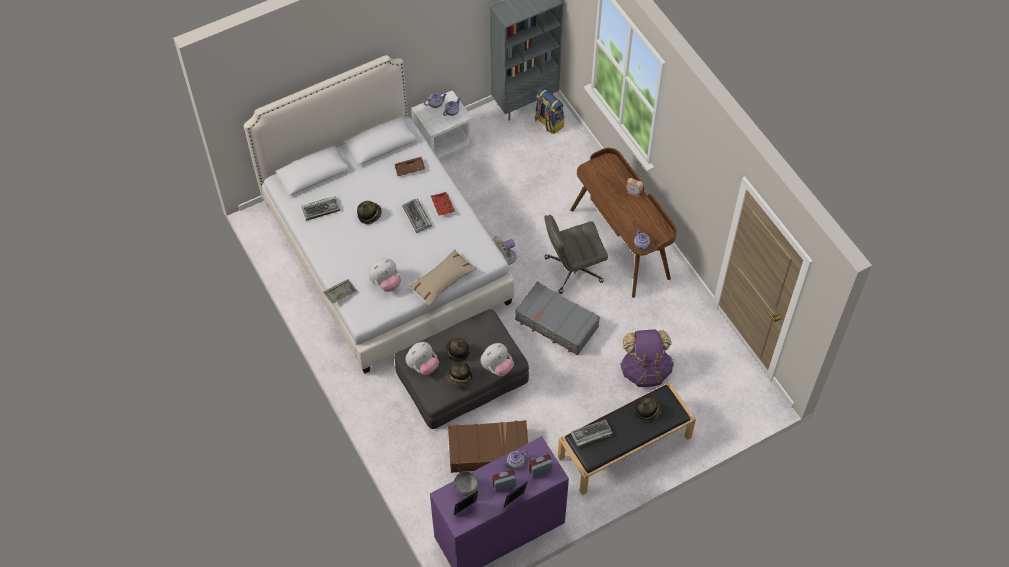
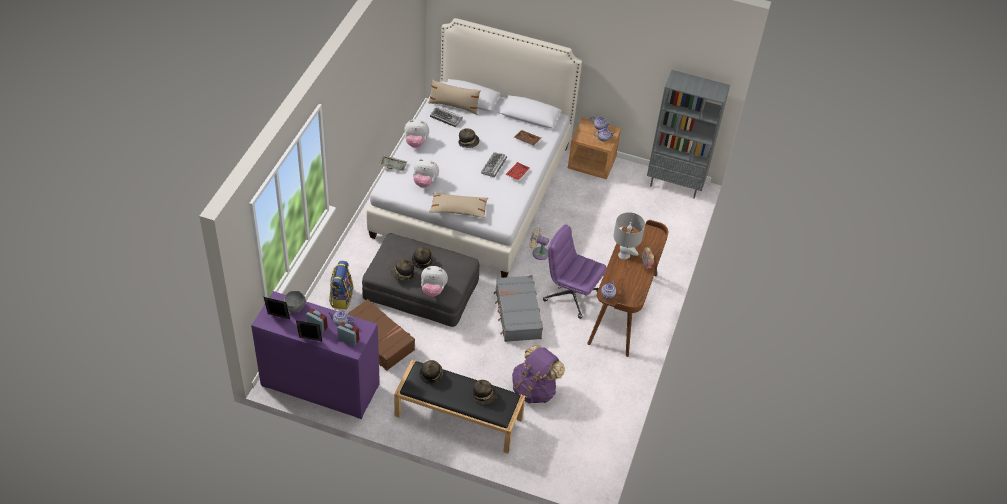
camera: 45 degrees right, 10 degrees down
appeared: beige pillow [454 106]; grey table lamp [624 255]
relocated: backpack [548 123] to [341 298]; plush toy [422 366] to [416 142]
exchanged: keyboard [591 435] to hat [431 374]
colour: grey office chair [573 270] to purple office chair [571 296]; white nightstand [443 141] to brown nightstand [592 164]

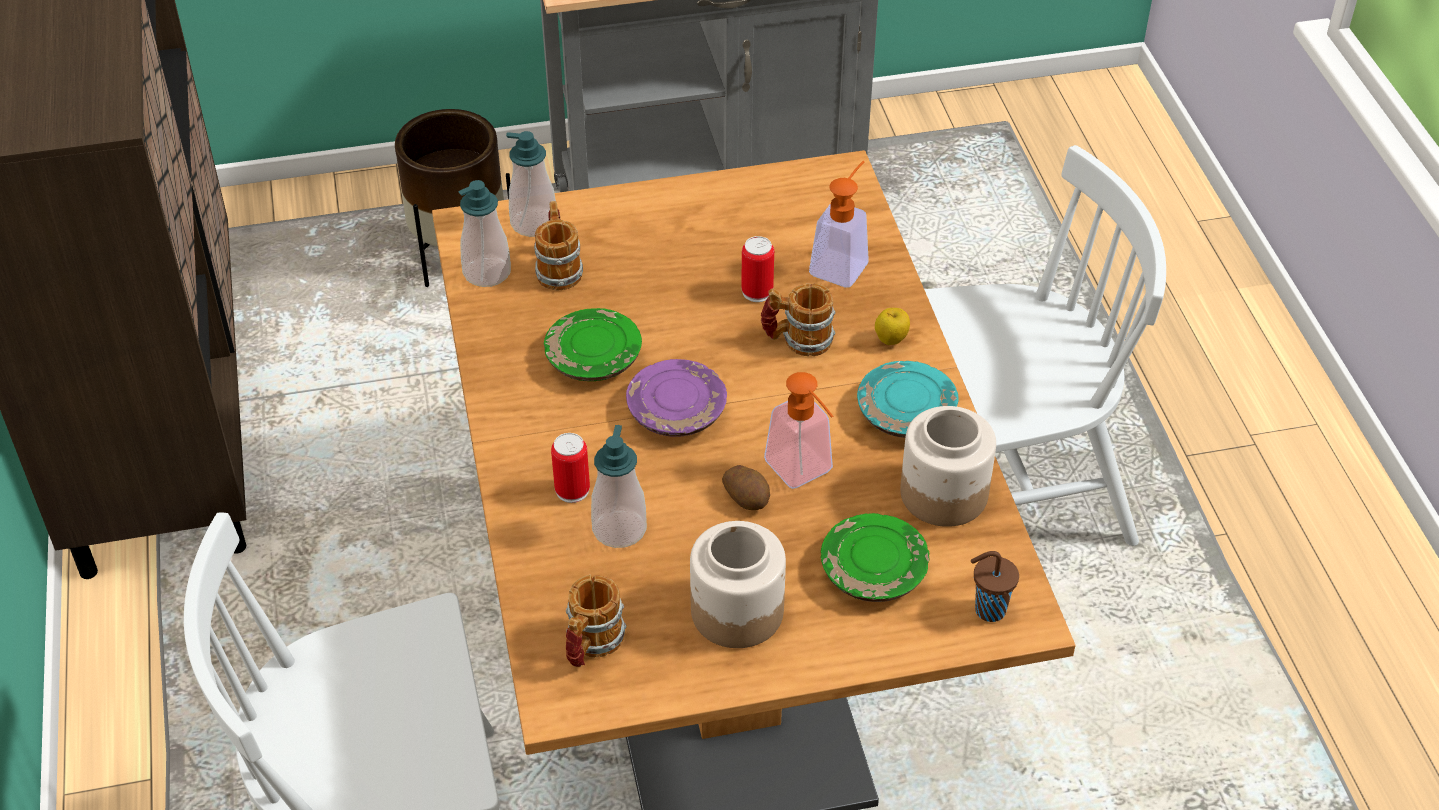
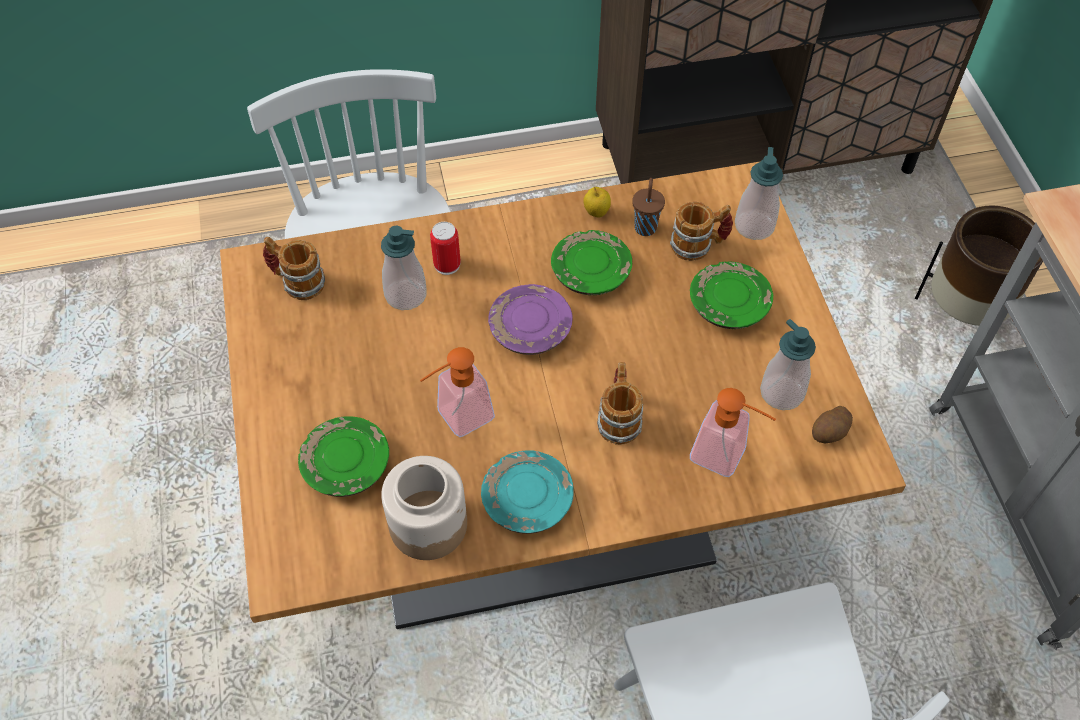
camera: 90 degrees right, 10 degrees up
missing: jar [736 610]; can [757 292]
appeared: green plate [728 305]
relocated: apple [891 341] to [596 213]; brown cup [988 610] to [645 227]; soap dispenser [487 272] to [782 393]; potato [747 497] to [830 432]

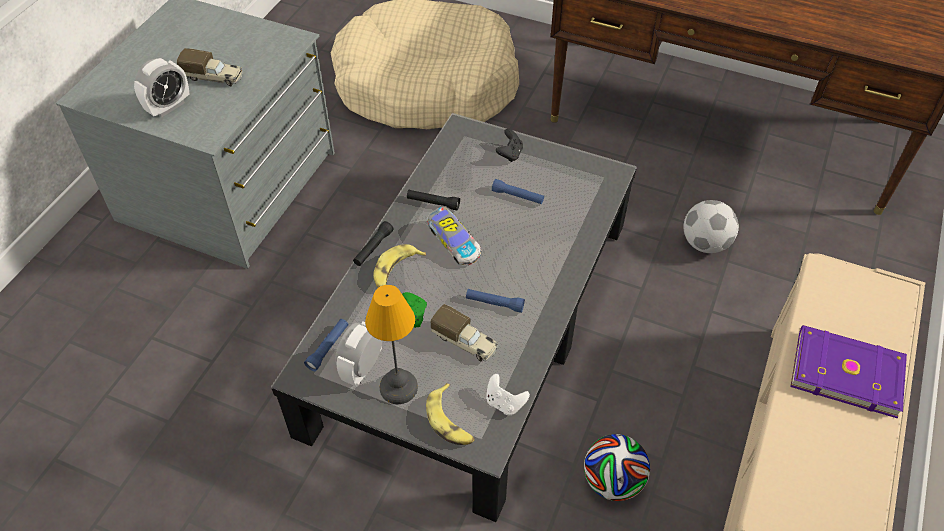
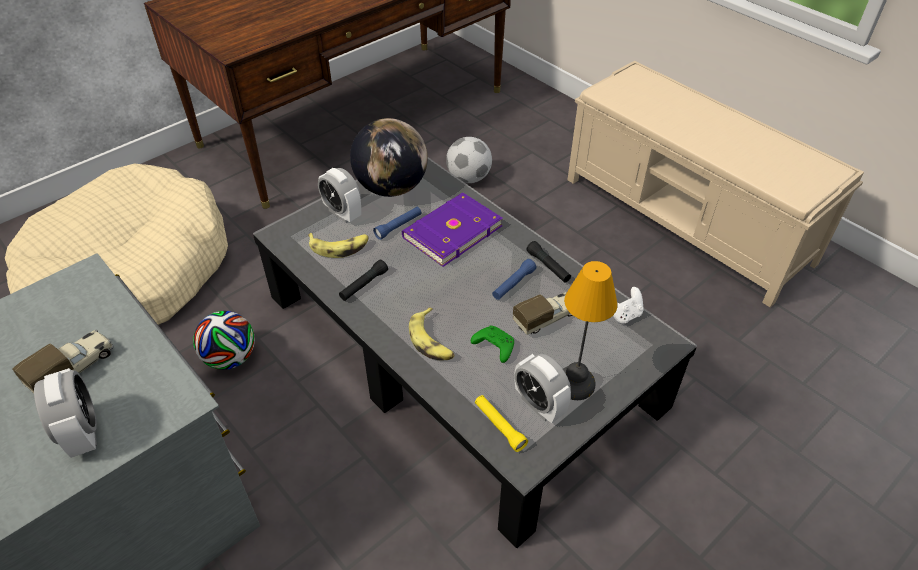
camera: 65 degrees left, 5 degrees down
missing: toy car [453 243]
appeared: globe [391 188]
relocated: football [612 481] to [230 358]; banana [450 421] to [339 247]; purple book [845 371] to [451 231]; black flashlight [373 248] to [548 267]
exchanged: black game controller [510 154] to alarm clock [342 213]
colour: blue flashlight [328 348] to yellow flashlight [499 426]

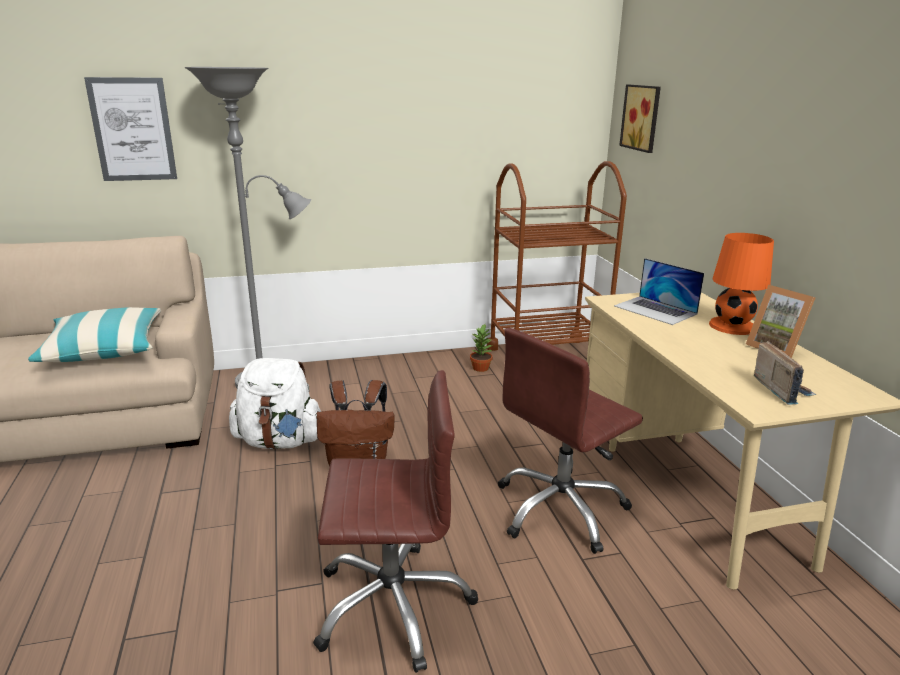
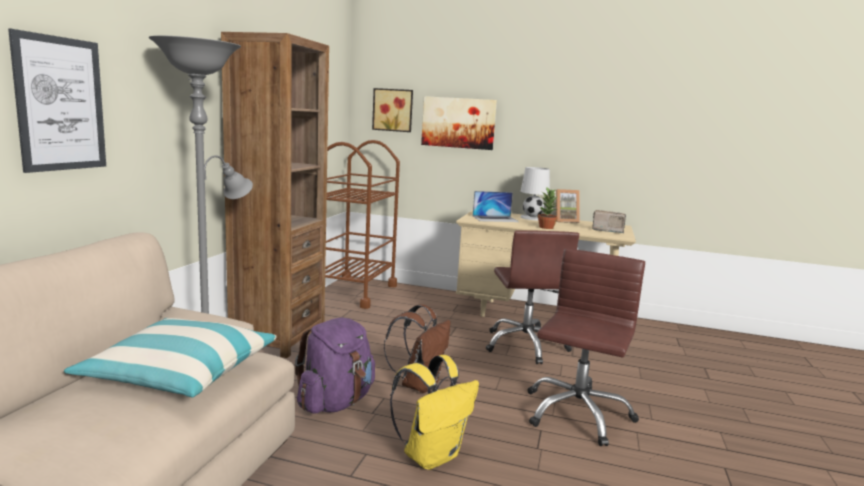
camera: 60 degrees left, 10 degrees down
appeared: brown bookcase [278 338]; yellow backpack [432 455]; picture [458 123]
relocated: potted plant [481 368] to [546 227]
colour: white backpack [279 441] to purple backpack [336 402]; orange table lamp [732 326] to white table lamp [532 218]

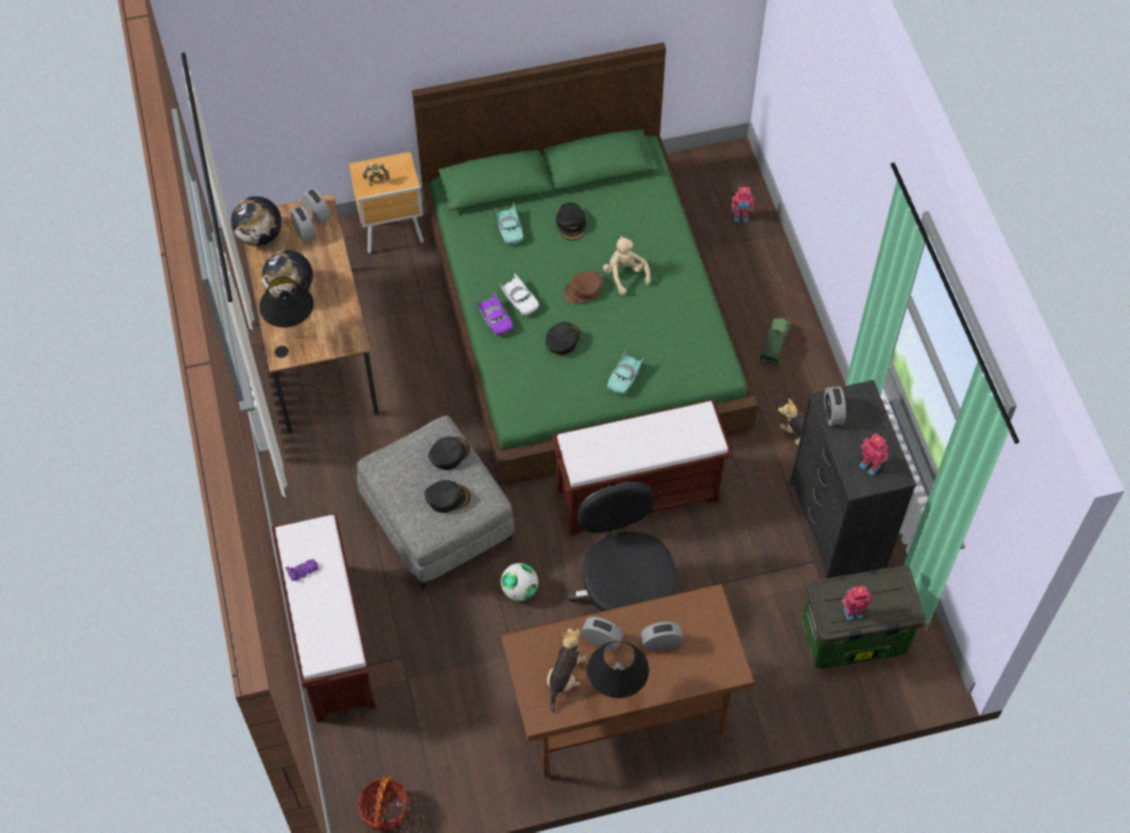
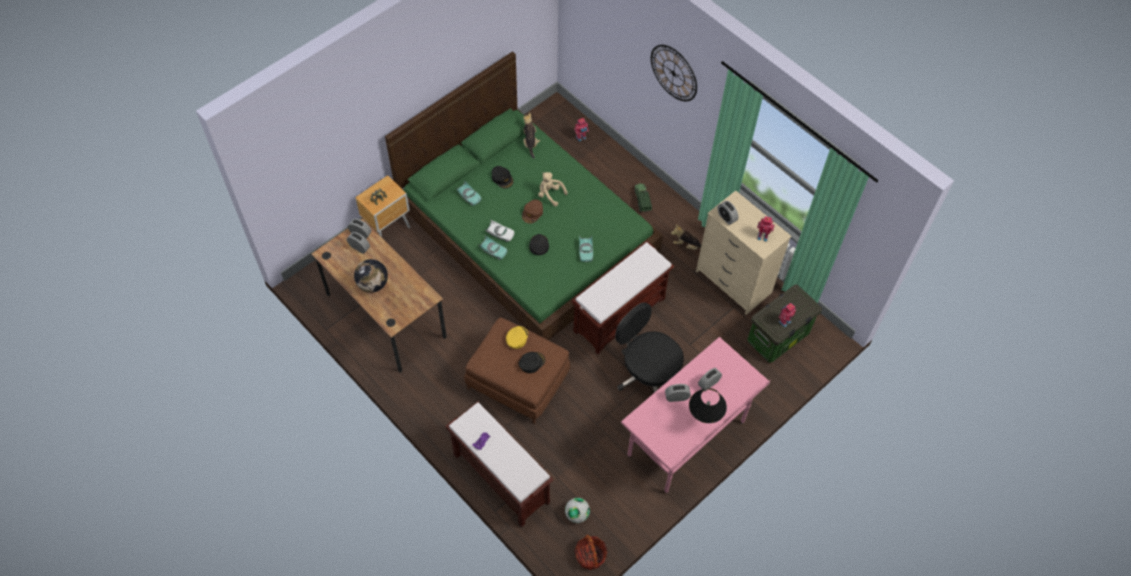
camera: 30 degrees left, 0 degrees up
missing: globe [259 236]; black table lamp [293 337]
appeared: wall clock [673 73]
relocated: plush toy [565 677] to [530 142]; football [519 590] to [577 514]
colour: grey ottoman [436 518] to brown ottoman [516 380]; purple toy car [495 319] to turquoise toy car [493 250]; black cap [449 454] to yellow cap [516 338]; brown desk [622 717] to pink desk [686 439]; black dresser [836 525] to beige dresser [733 282]

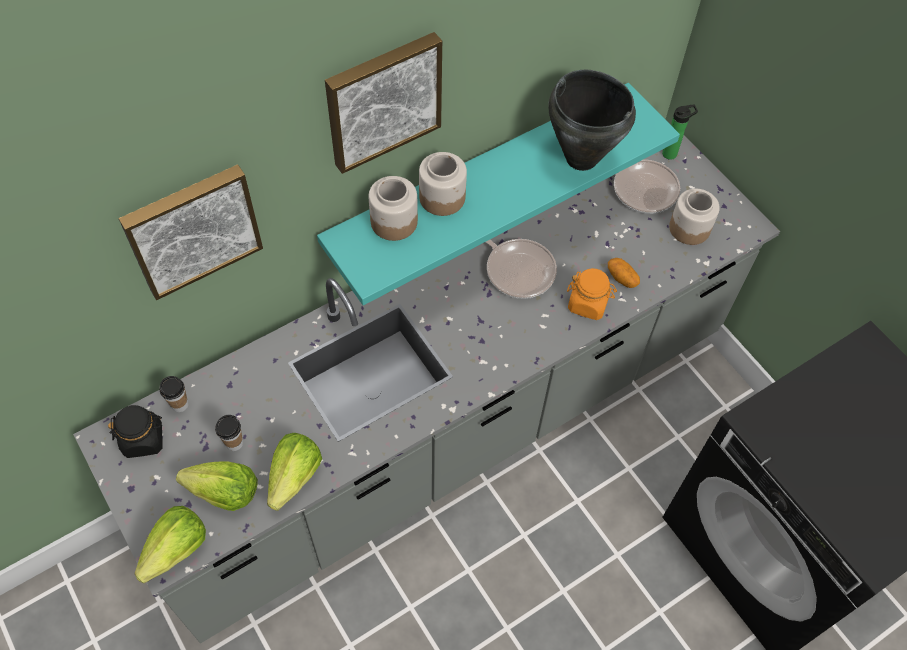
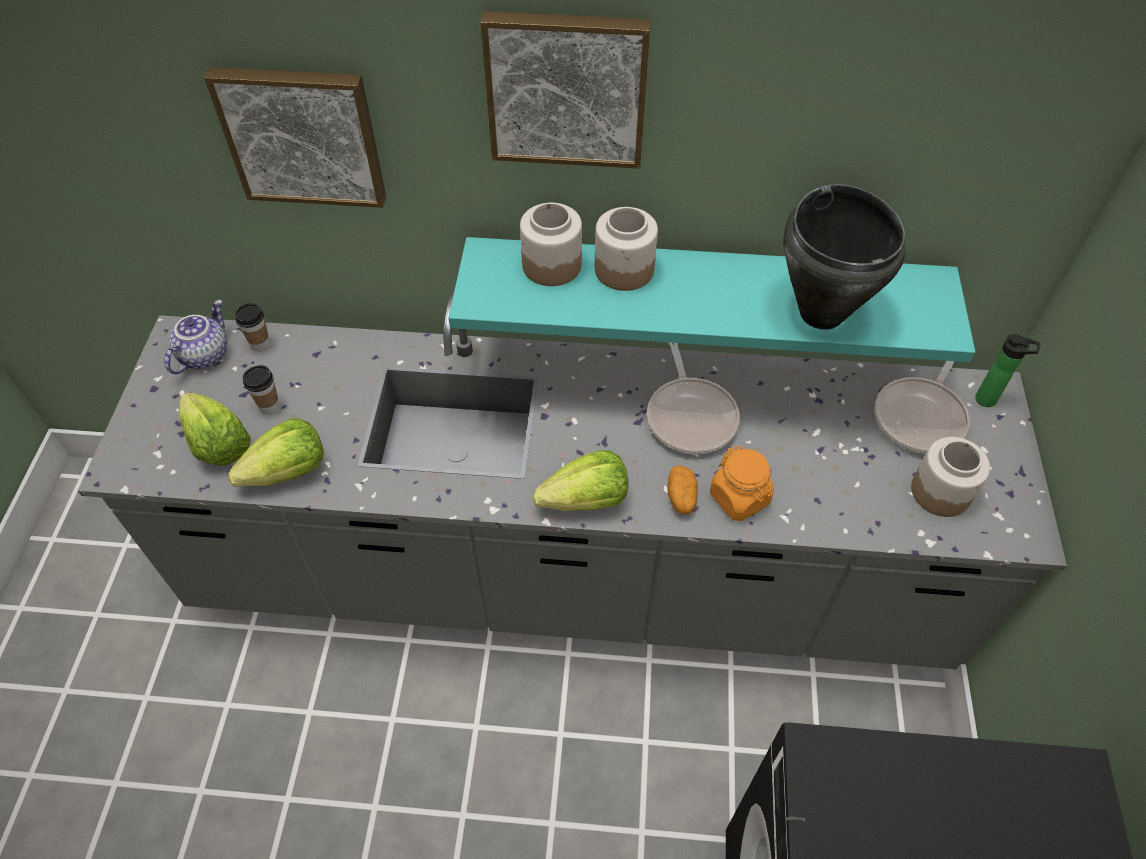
camera: 40 degrees right, 5 degrees down
relocated: lettuce [177 550] to [586 501]; potato [622 278] to [681 497]
exchanged: black jar [143 439] to teapot [204 354]

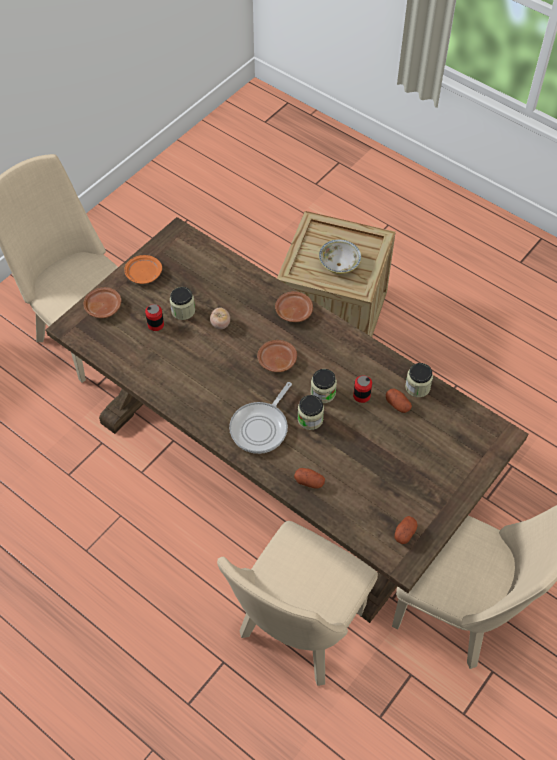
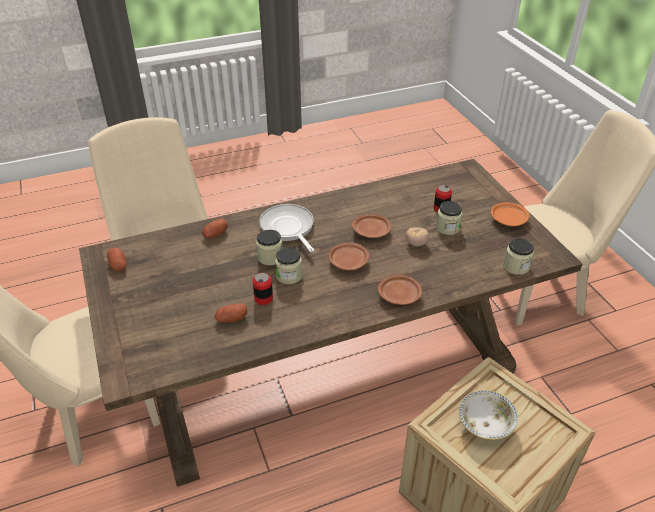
camera: 120 degrees right, 15 degrees down
relocated: brown plate [103 307] to [371 231]; jar [417 387] to [516 266]

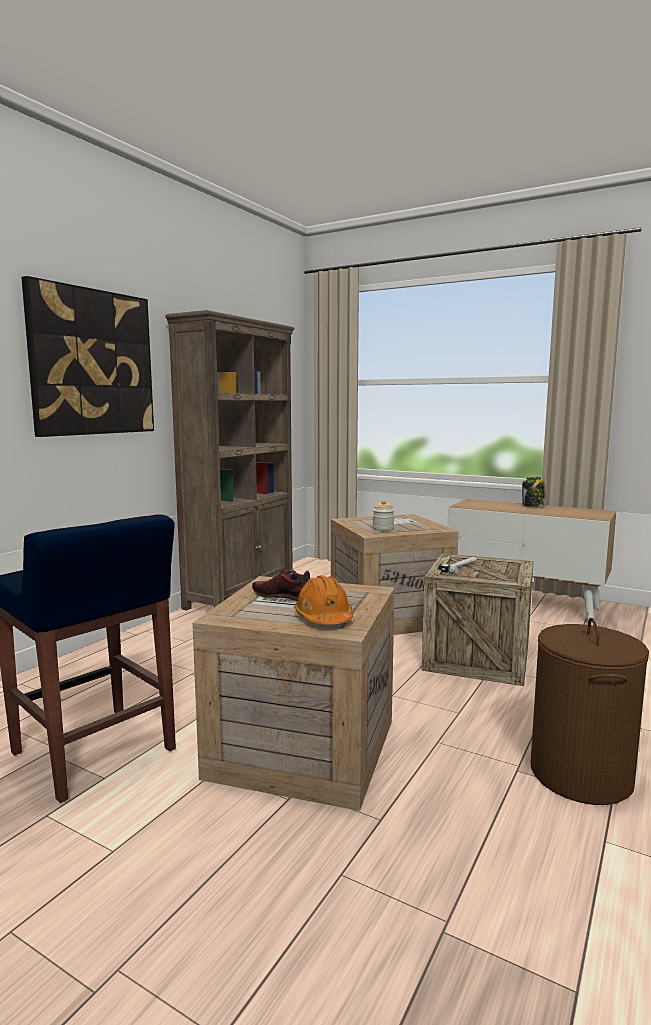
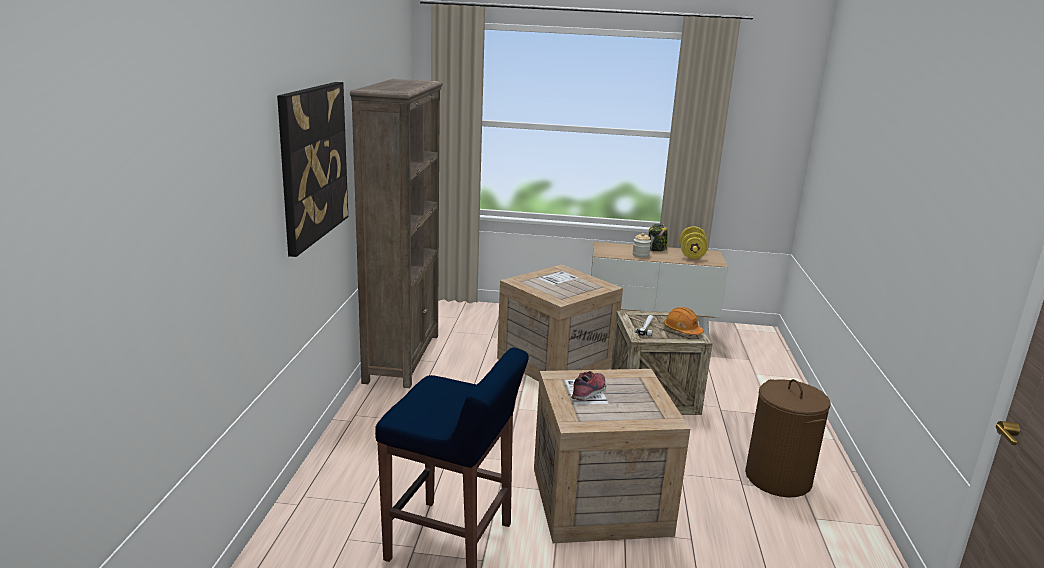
camera: 25 degrees left, 10 degrees up
appeared: yellow dumbbell [692 254]
relocated: jar [383 529] to [640 255]; orange hard hat [324 618] to [682 330]
spun: shoe [285 596] = [589 392] 120 degrees clockwise

